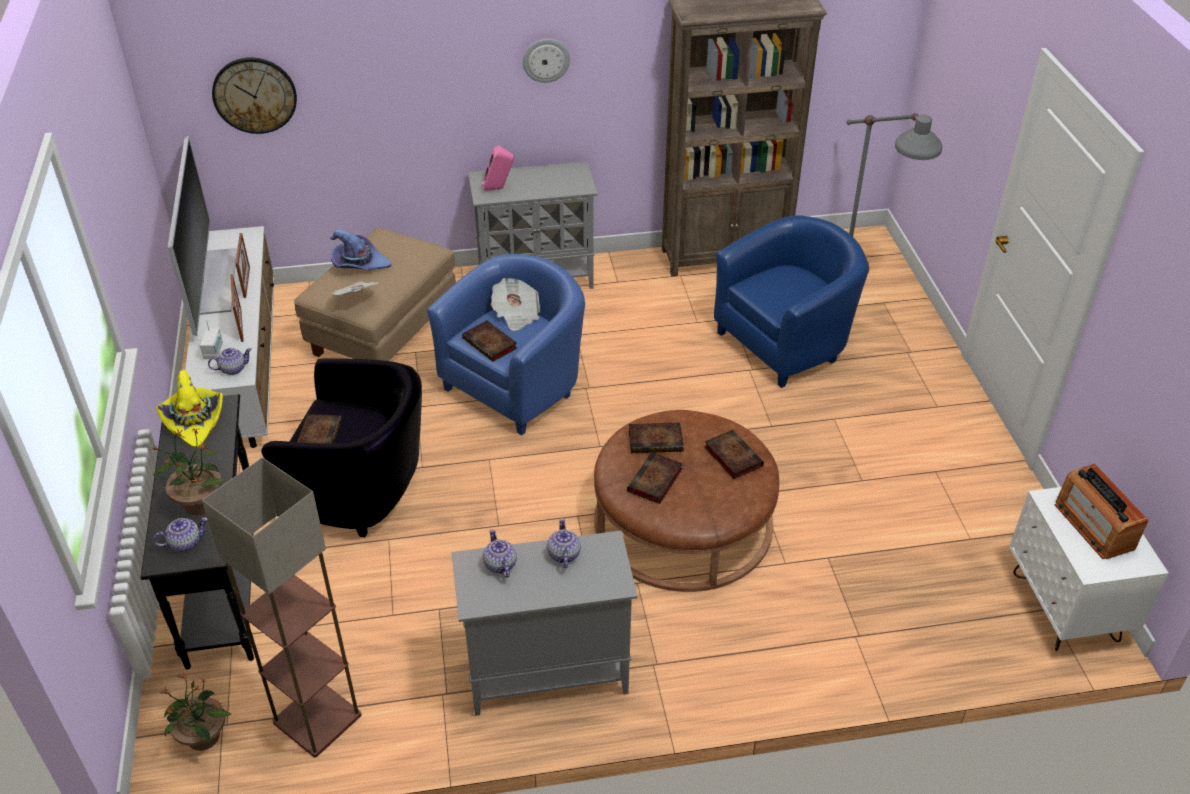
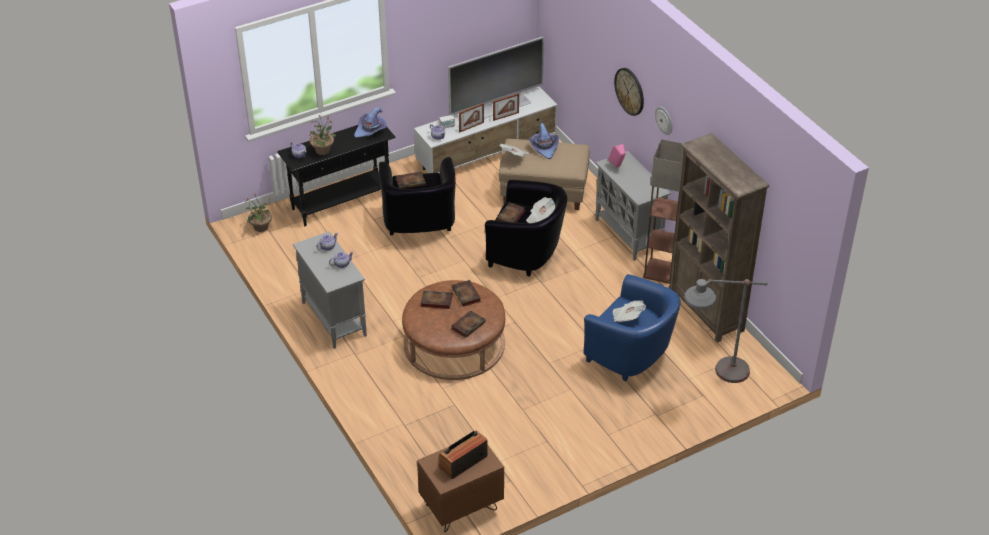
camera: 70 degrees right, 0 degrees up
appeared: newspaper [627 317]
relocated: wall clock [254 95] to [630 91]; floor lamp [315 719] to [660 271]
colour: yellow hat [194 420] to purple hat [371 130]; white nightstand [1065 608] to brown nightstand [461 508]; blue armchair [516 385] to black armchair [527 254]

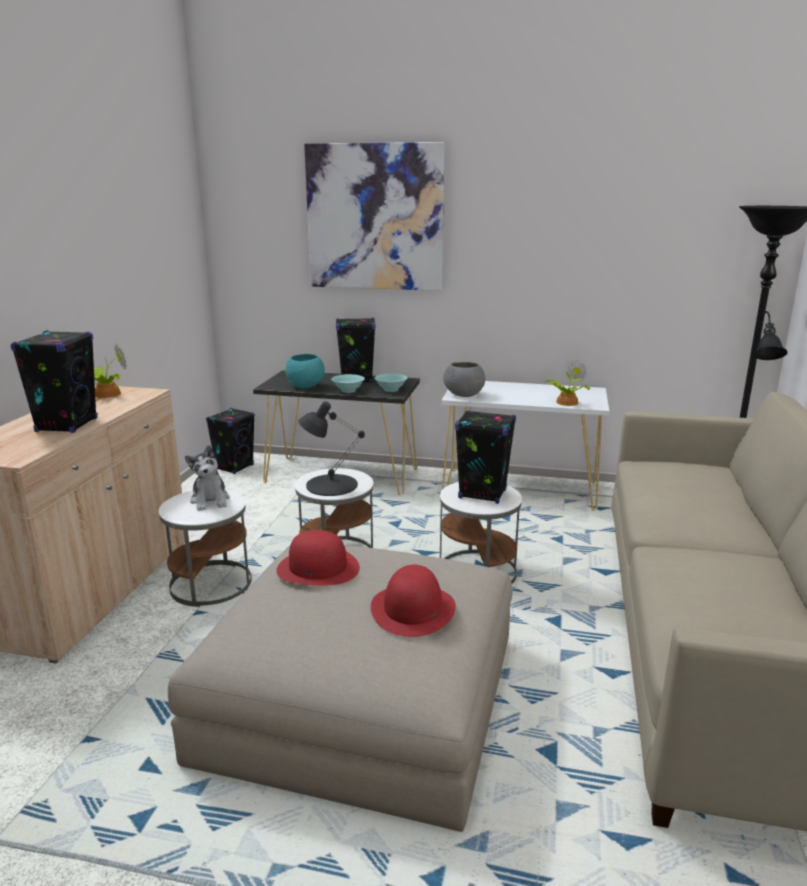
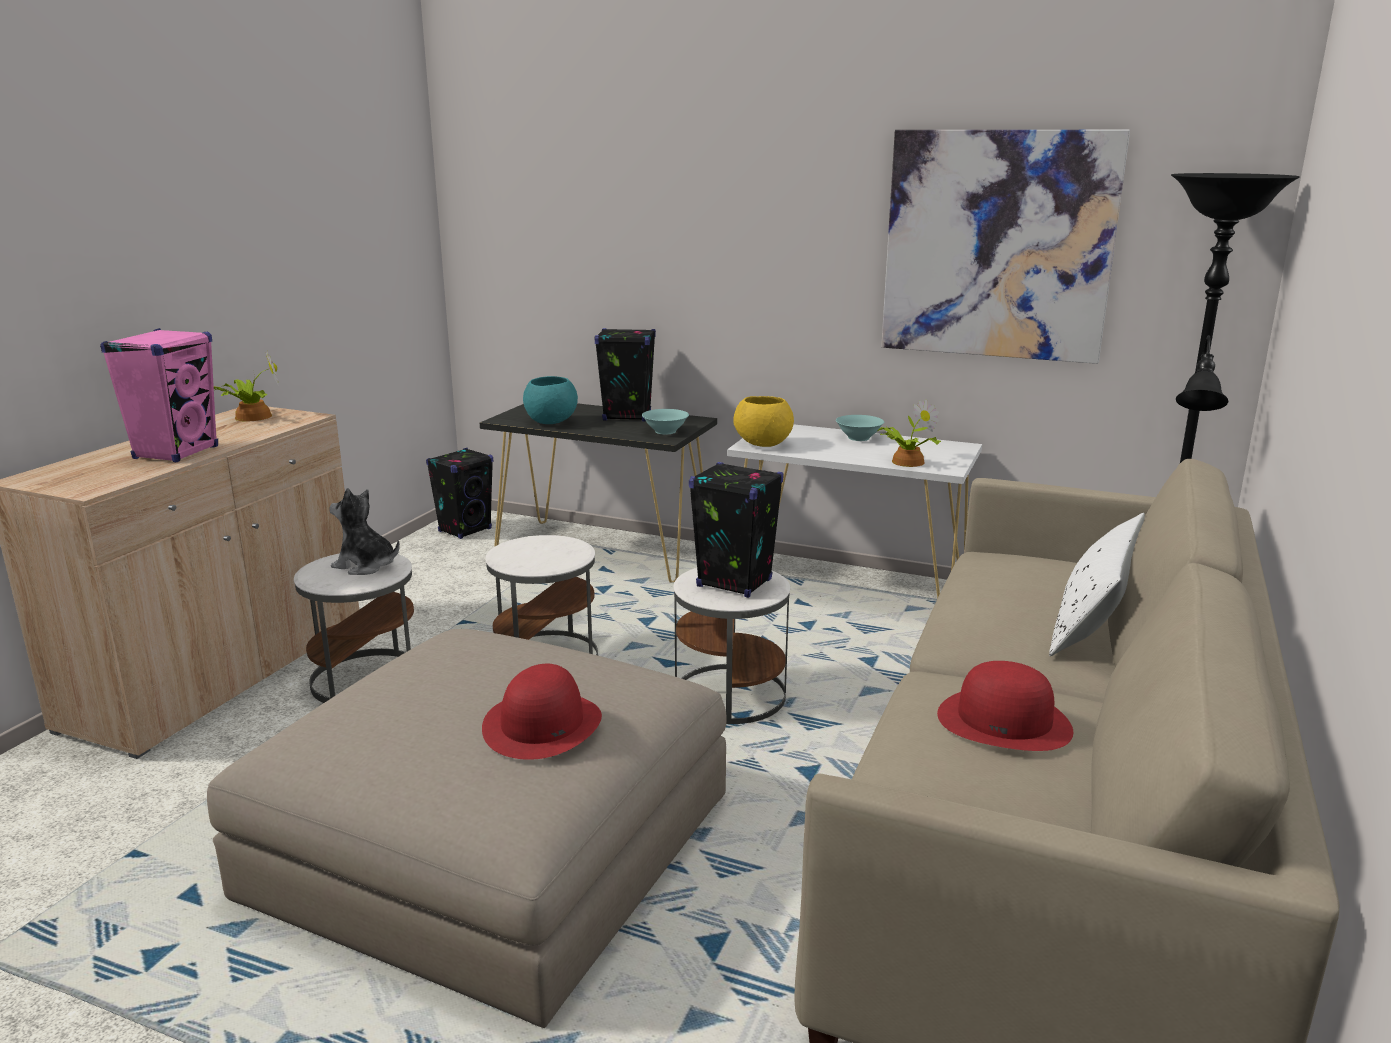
camera: 10 degrees right, 0 degrees up
missing: black table lamp [331 485]
appeared: white pillow [1093 620]
relocated: turquoise bowl [348 390] to [858 438]; picture [375 217] to [997 245]; red hat [318 568] to [1004 721]
colour: black speaker [67 425] to pink speaker [176 453]; grey bowl [463 395] to yellow bowl [762 445]
spun: plush toy [210 500] = [366 566] 120 degrees clockwise

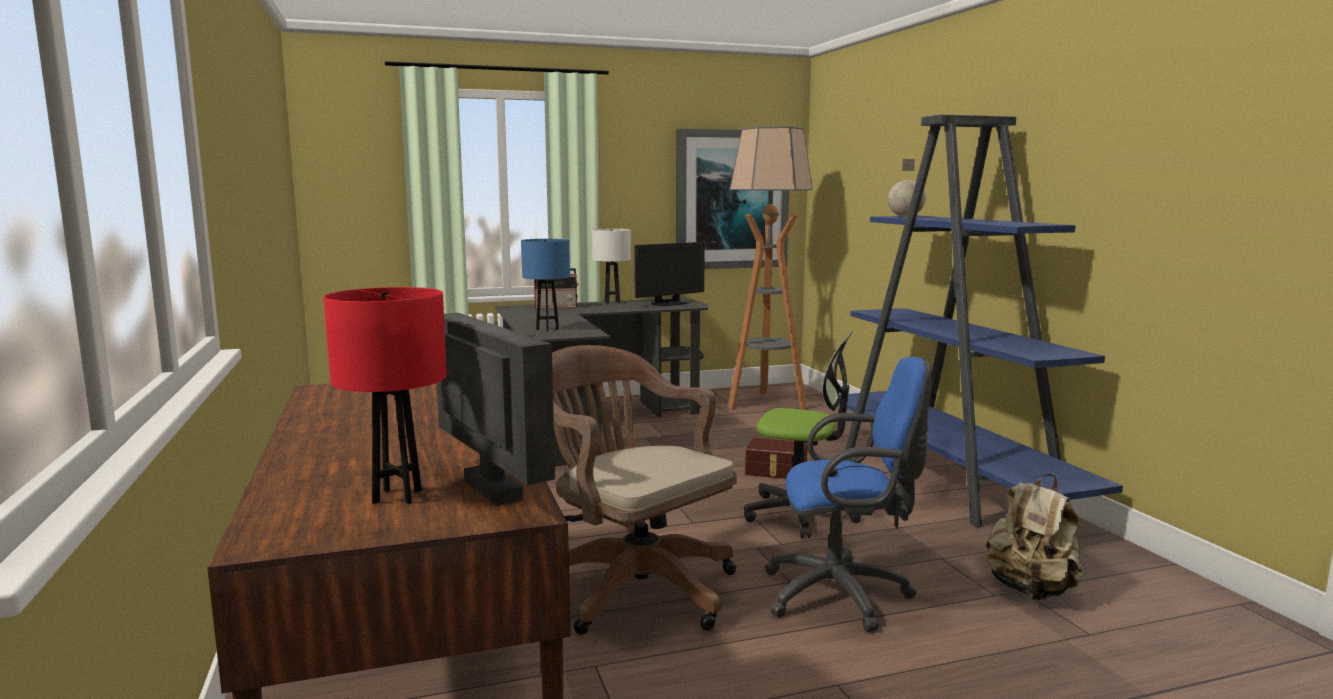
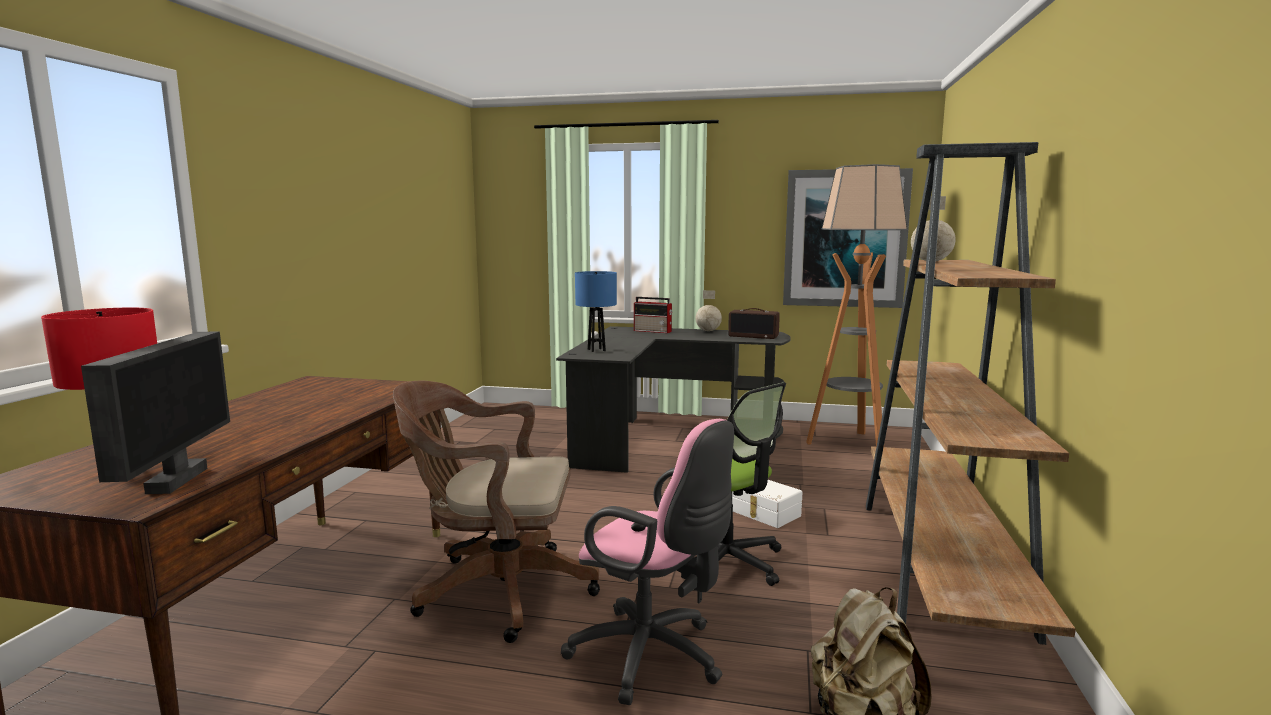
camera: 30 degrees right, 0 degrees up
exchanged: white table lamp [612 302] to globe [708 331]; monitor [668 303] to radio [754 336]
colour: blue office chair [844 595] to pink office chair [653 657]; brown storage box [776 471] to white storage box [765 513]; blue bookcase [948 480] to brown bookcase [940 565]
spun: brown office chair [633 586] = [496 590] 75 degrees counterclockwise

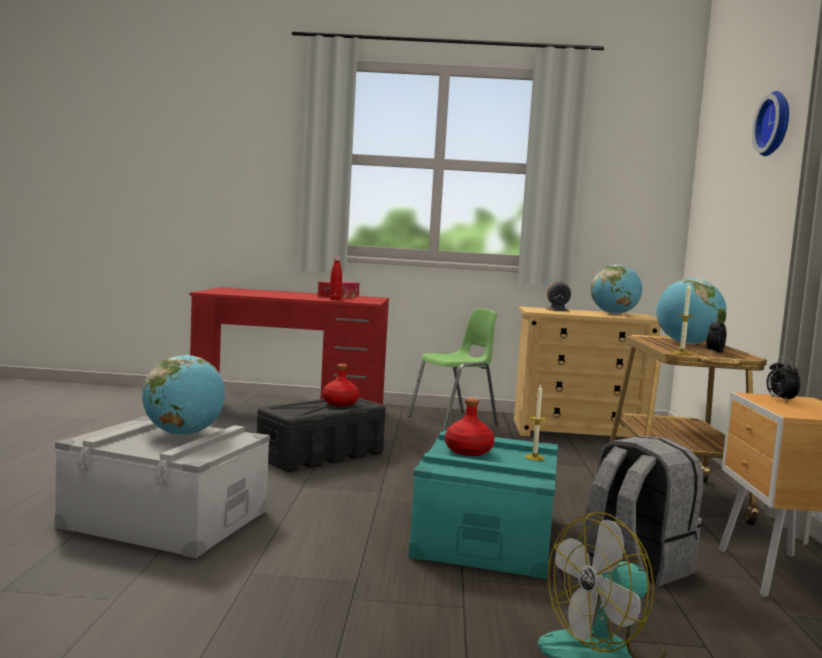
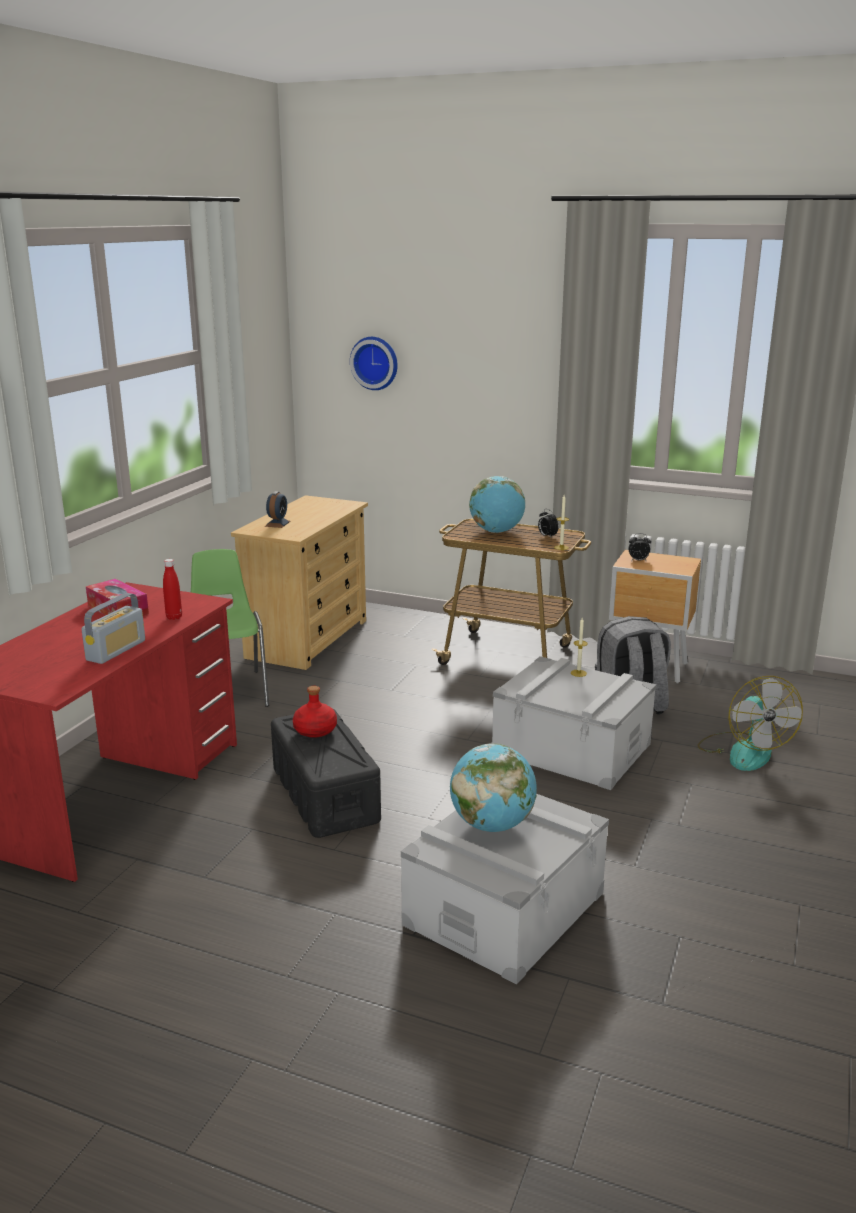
camera: 70 degrees left, 15 degrees up
missing: red bottle [469 451]; globe [614 314]
appeared: radio [116 650]
relocated: wall clock [776 124] to [375 363]
colour: turquoise storage box [486 536] to grey storage box [572 748]

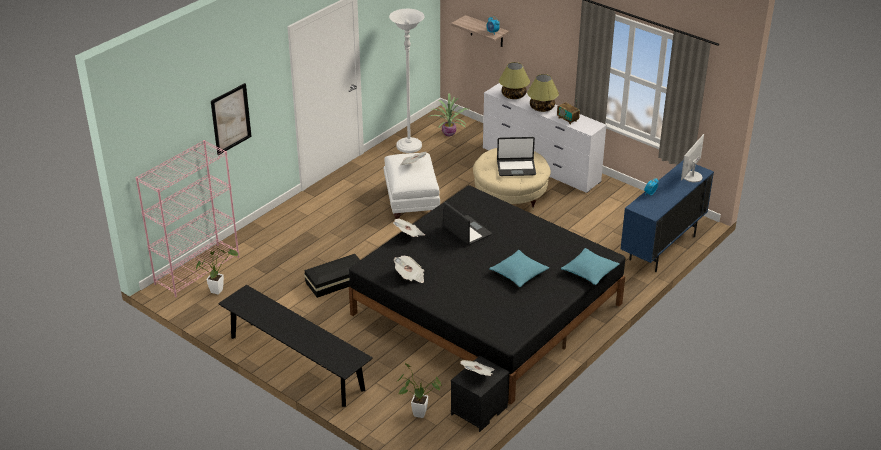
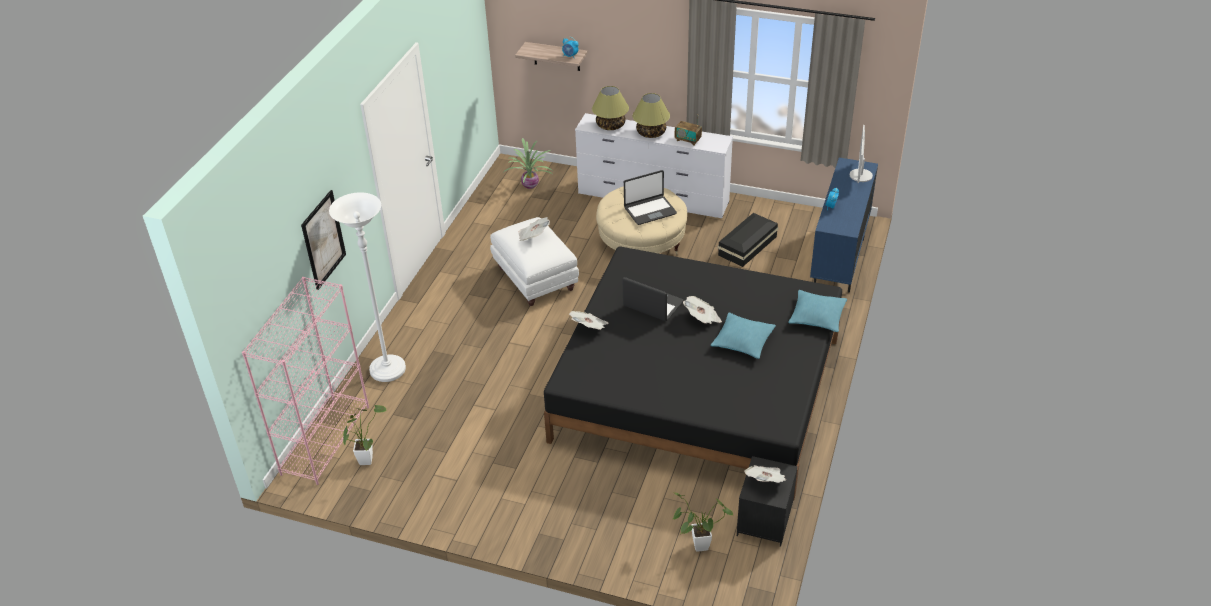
camera: 20 degrees left, 5 degrees up
missing: black bench [296 363]
relocated: white floor lamp [409 147] to [387 370]; newspaper [410 276] to [702 318]; black storage box [337 281] to [748 246]

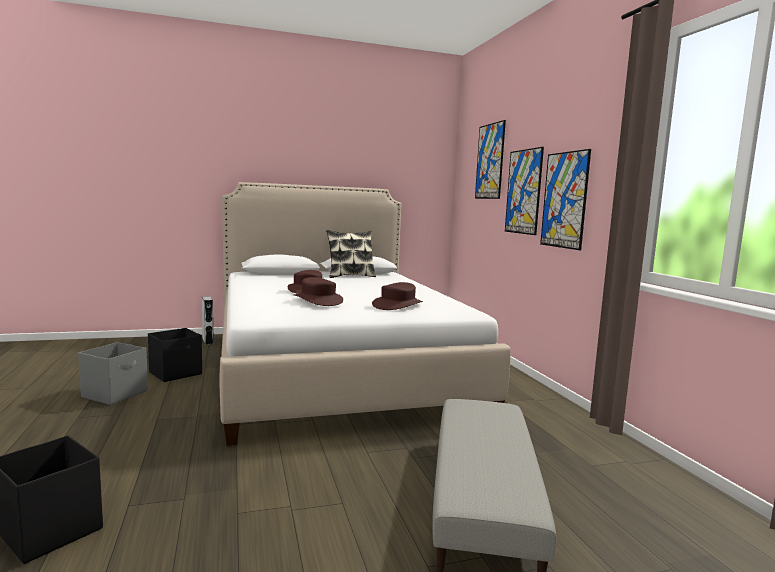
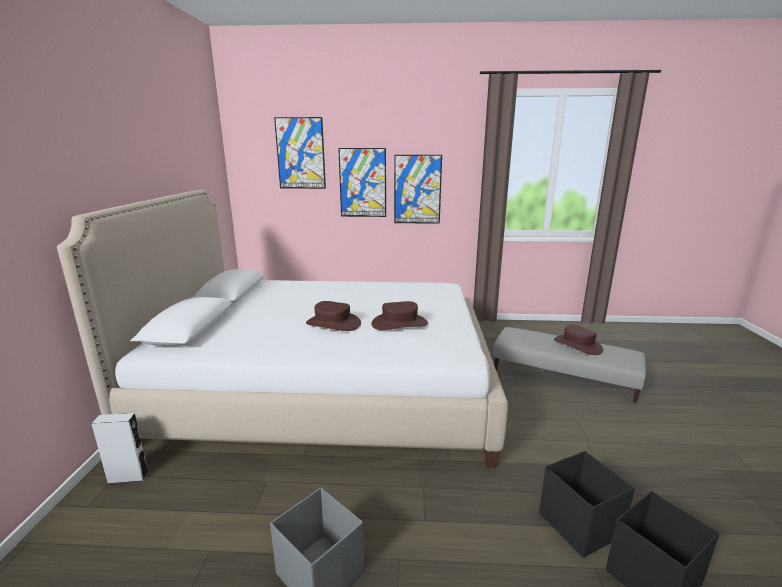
camera: 70 degrees left, 10 degrees up
missing: pillow [350 276]
relocated: black storage box [176 373] to [579 524]; brown hat [397 305] to [578 345]

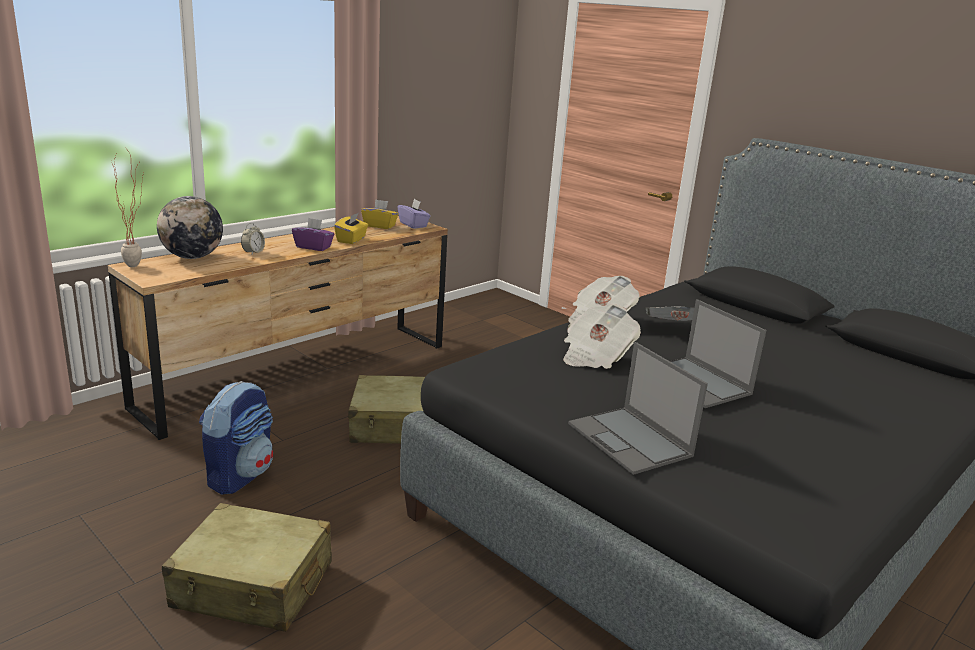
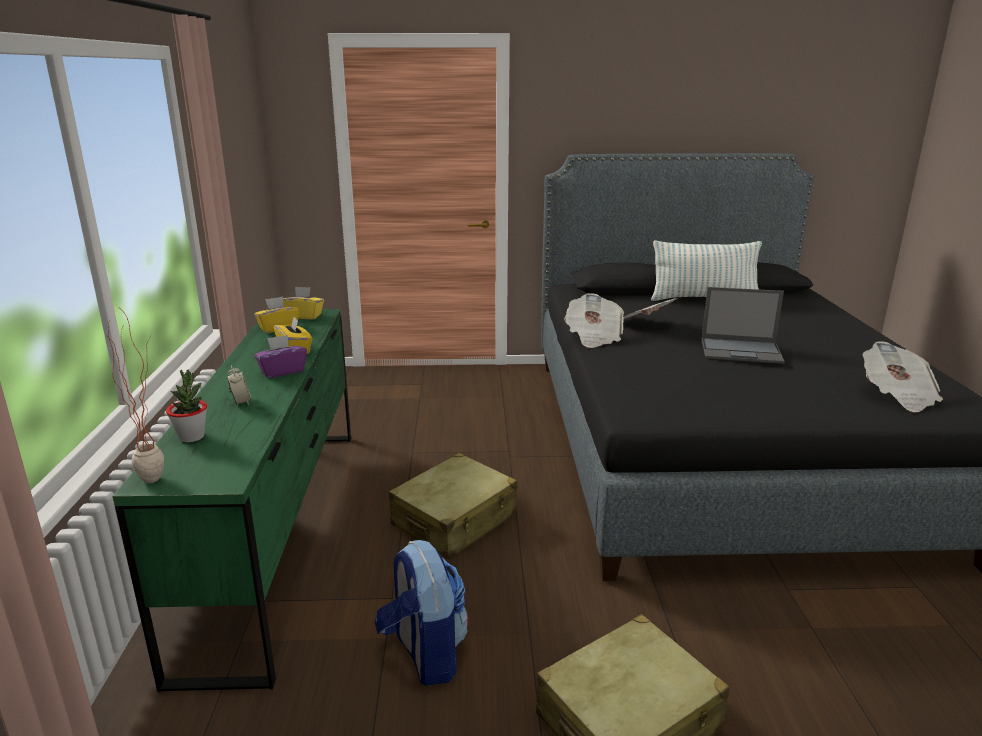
camera: 45 degrees left, 0 degrees up
missing: laptop [630 440]
appeared: pillow [703 299]
relocated: newspaper [595 356] to [897 396]
exchanged: globe [192 257] to potted plant [192 437]
colour: brown dresser [301 375] to green dresser [280 532]; purple tissue box [413 225] to yellow tissue box [304 316]

